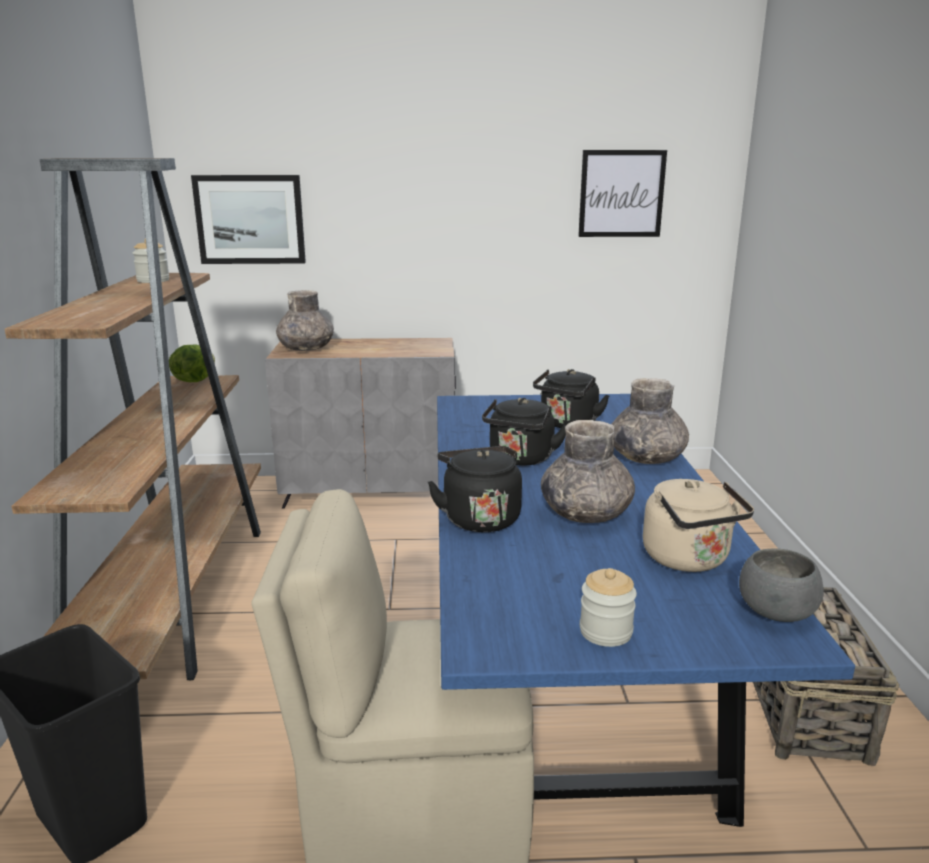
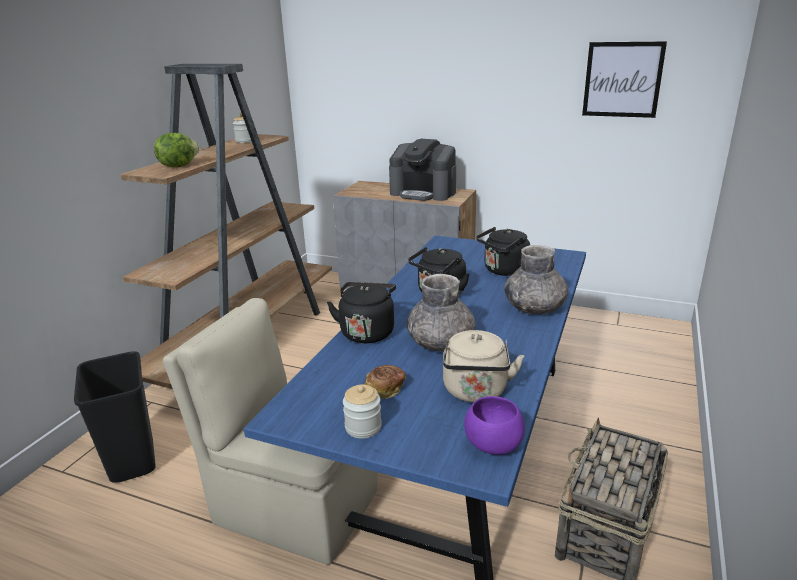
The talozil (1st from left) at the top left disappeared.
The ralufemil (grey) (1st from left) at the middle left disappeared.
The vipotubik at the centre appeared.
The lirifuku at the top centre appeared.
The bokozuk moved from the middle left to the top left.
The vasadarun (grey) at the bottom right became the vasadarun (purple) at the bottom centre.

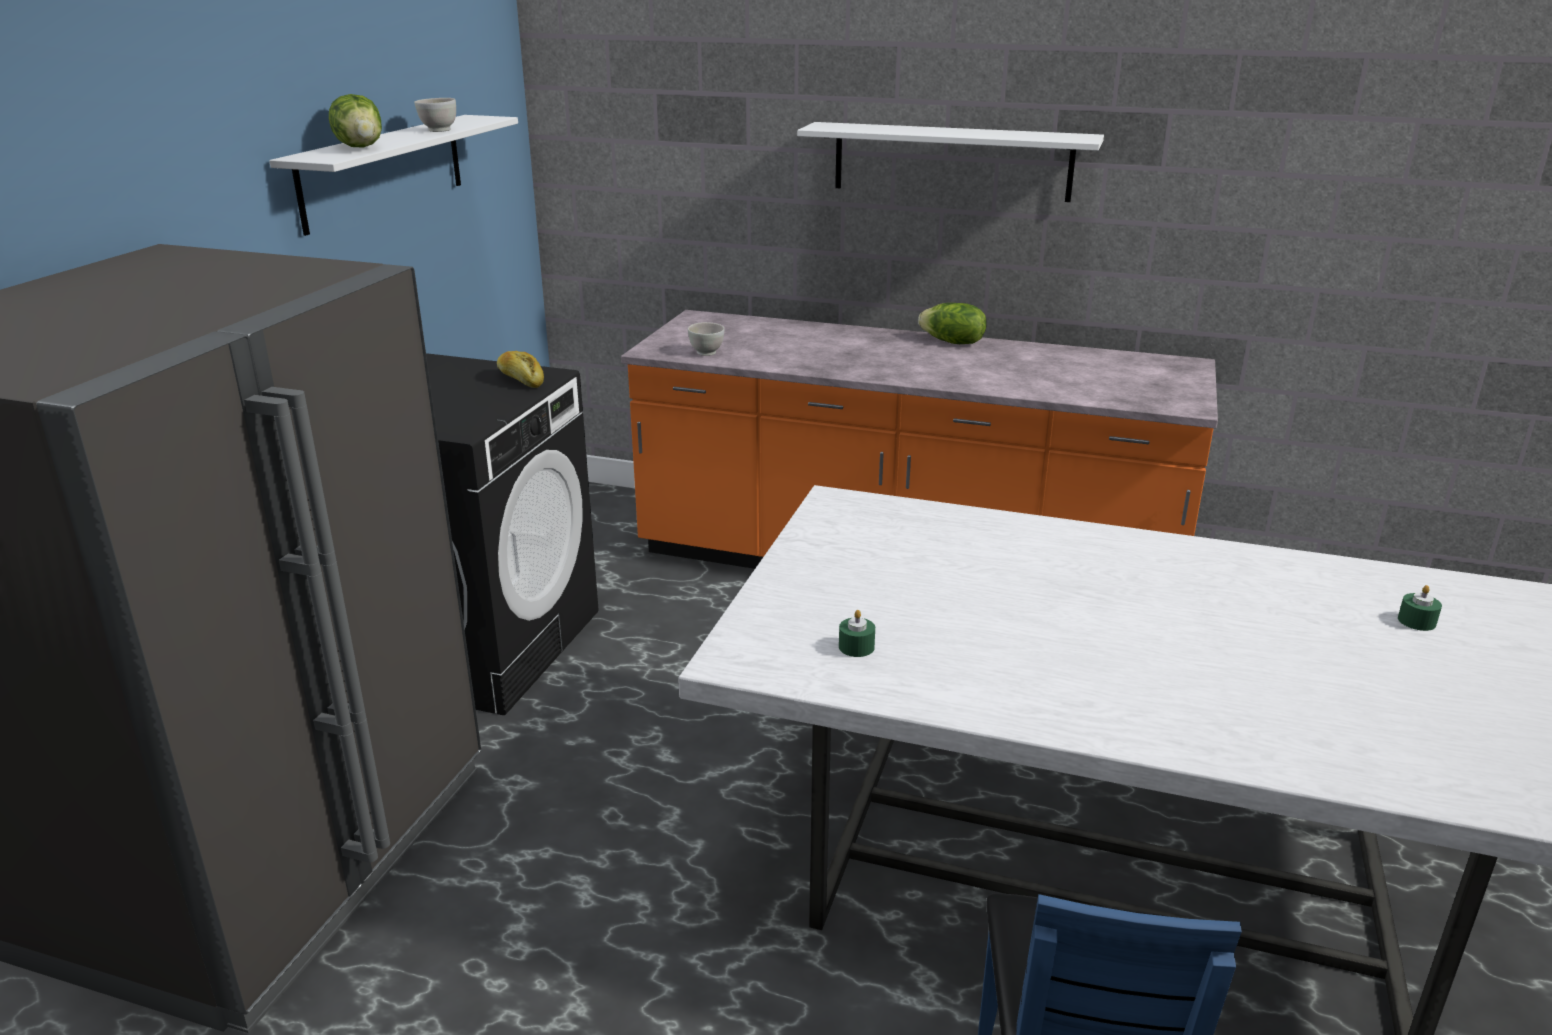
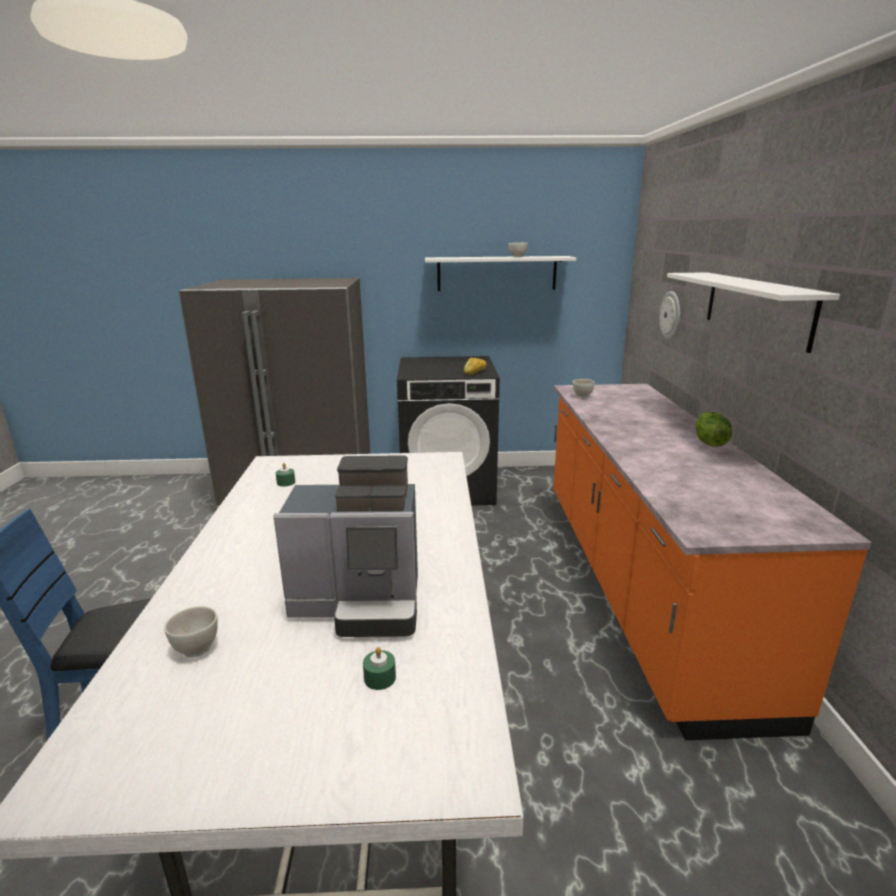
The bokozuk (1st from left) at the top left disappeared.
The vasadarun (white) (1st from left) at the bottom left appeared.
The lirifuku at the centre appeared.
The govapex at the middle right appeared.

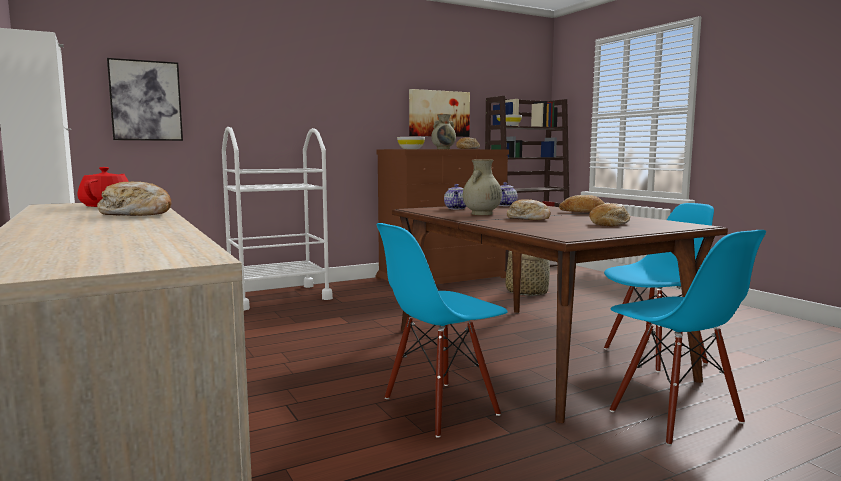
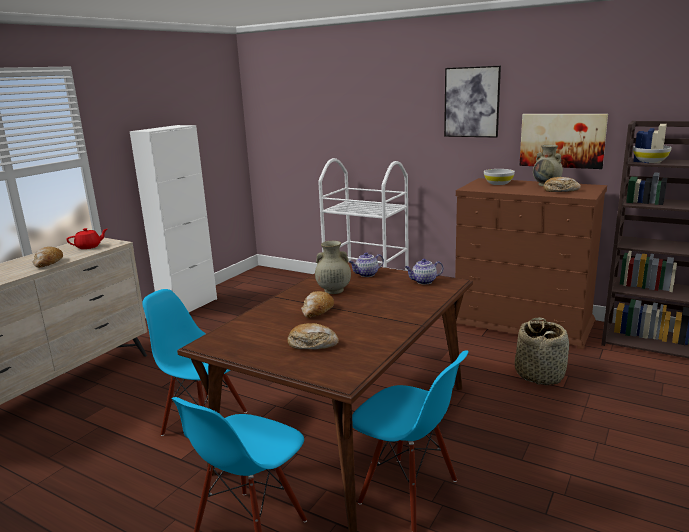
The vipotubik (4th from left) at the middle right disappeared.
The talozil (1st from left) moved from the top left to the top right.

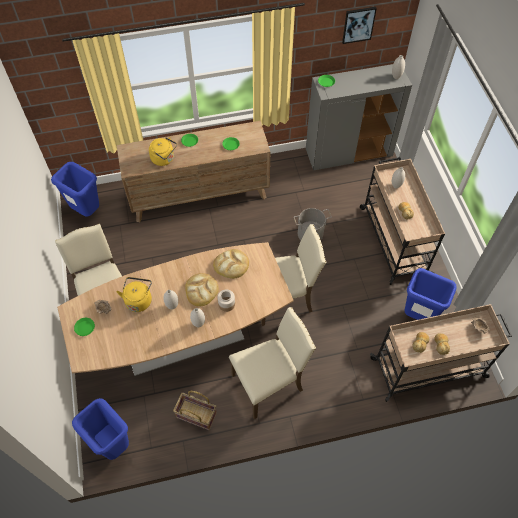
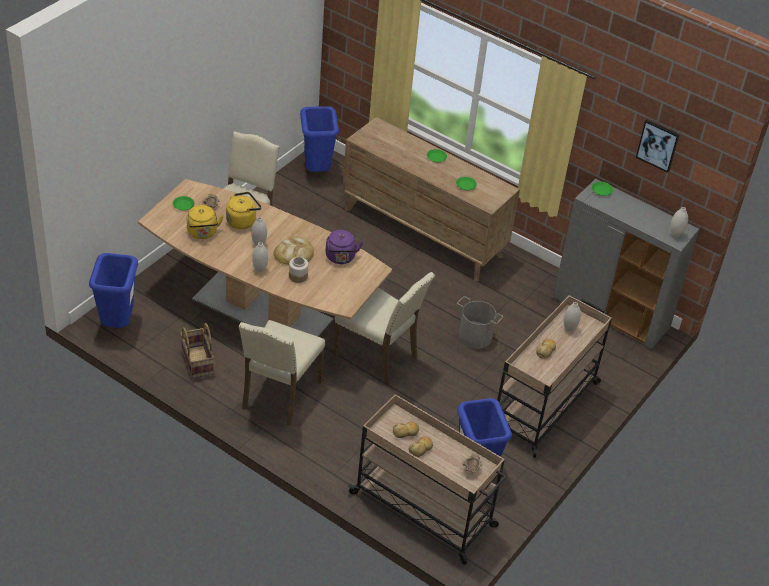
The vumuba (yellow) (2nd from left in the first image) moved from the top left to the middle left.
The vipotubik (2nd from left) at the centre was replaced by the vumuba (purple) at the centre.
The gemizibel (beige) (2nd from left) at the bottom centre turned 90 degrees clockwise.

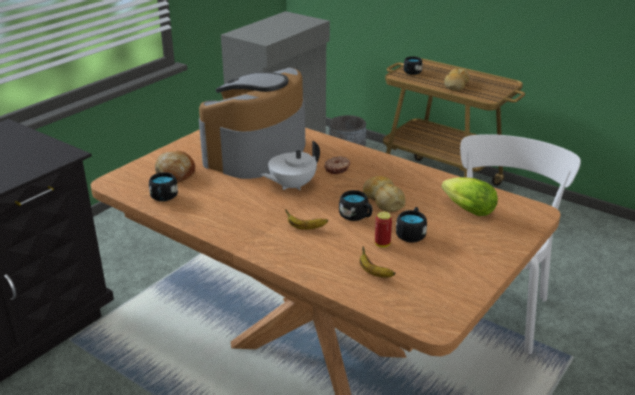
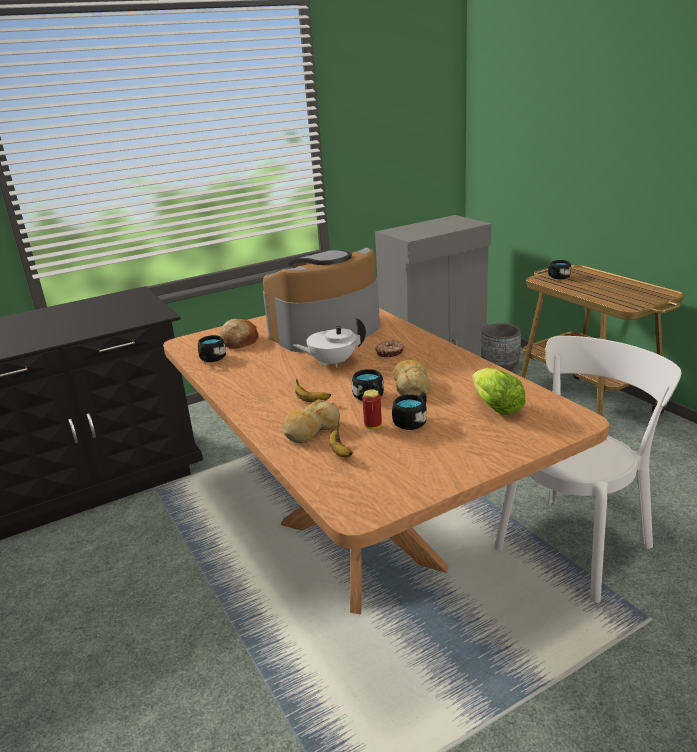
The vipotubik (3rd from left in the first image) moved from the top right to the centre.

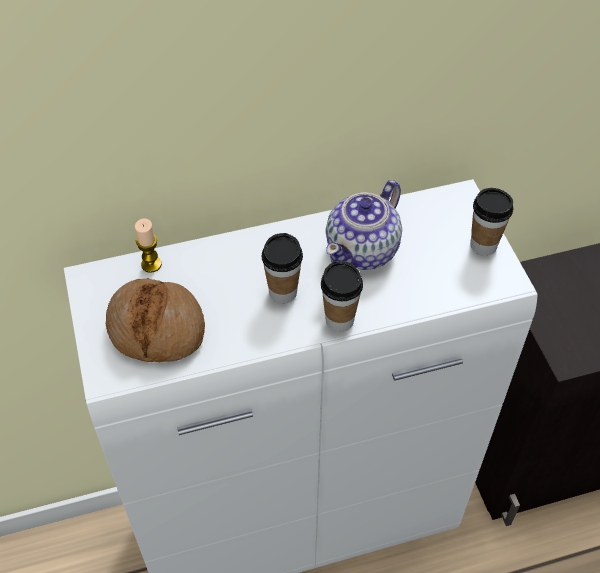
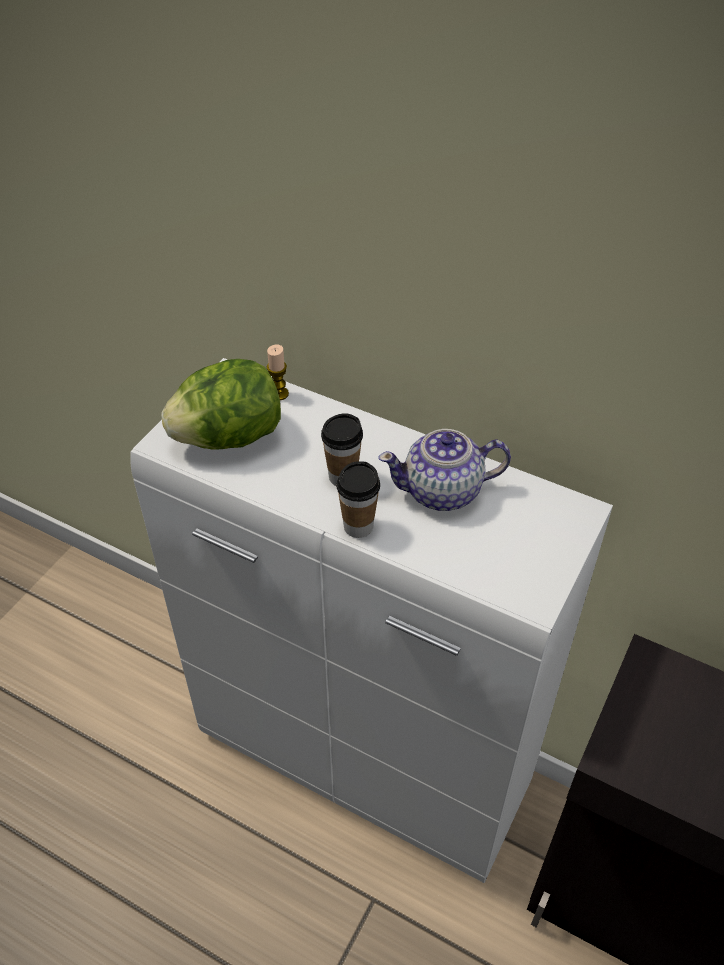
The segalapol (3rd from left) at the middle right disappeared.
The vipotubik at the middle left was replaced by the bokozuk at the middle left.

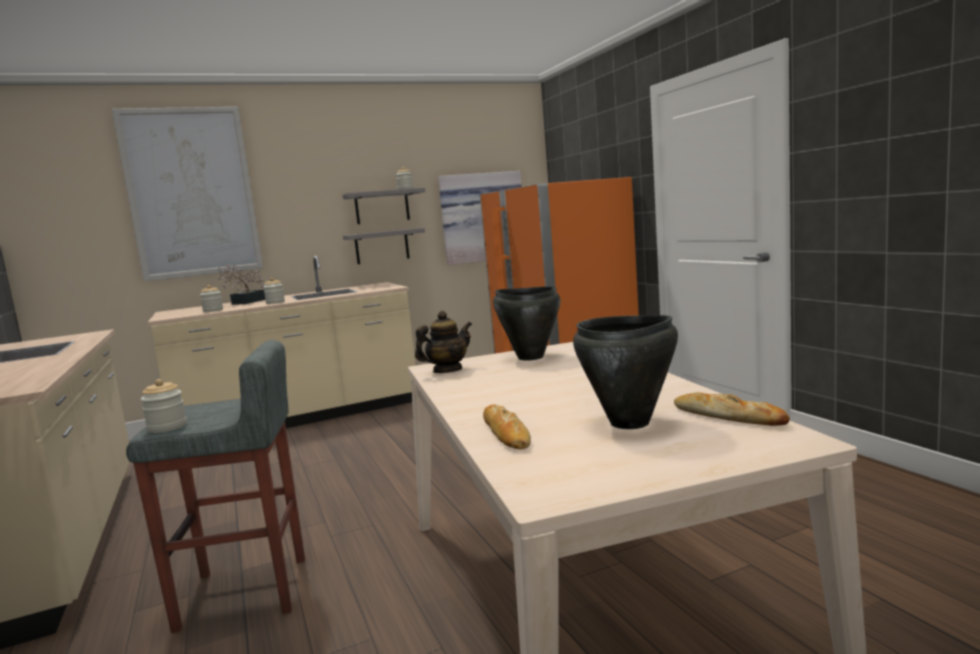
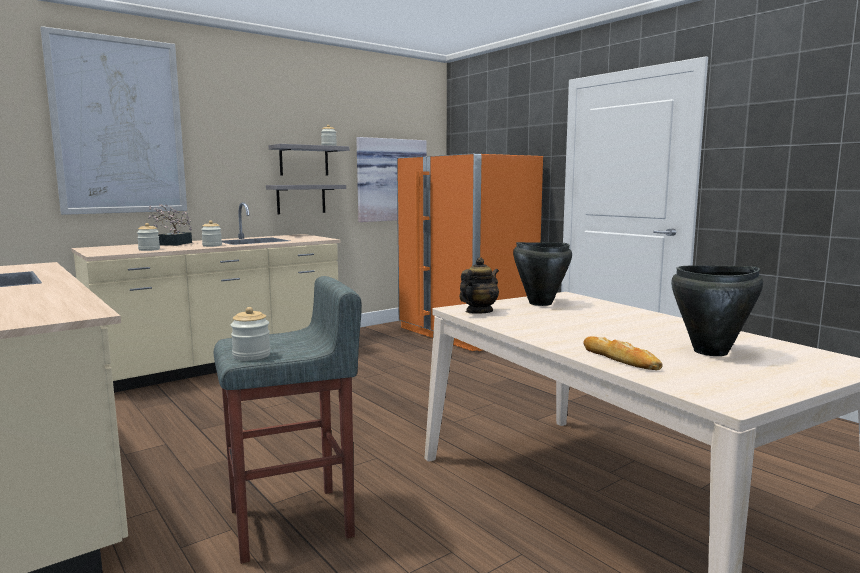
The vipotubik (2nd from left) at the middle right disappeared.

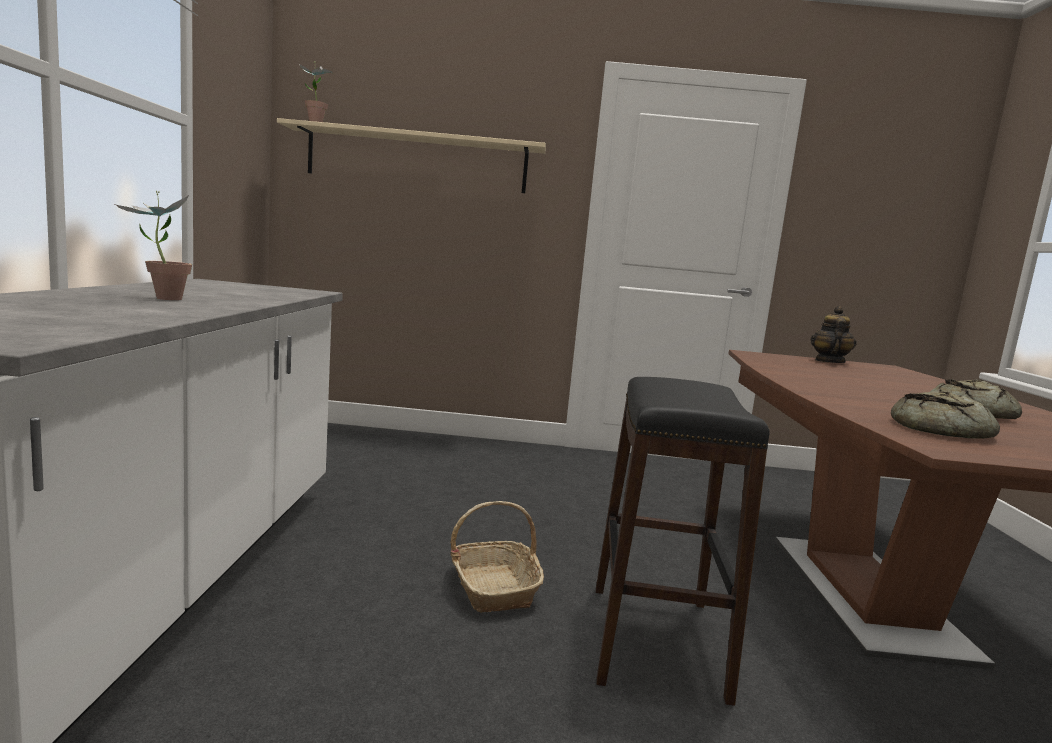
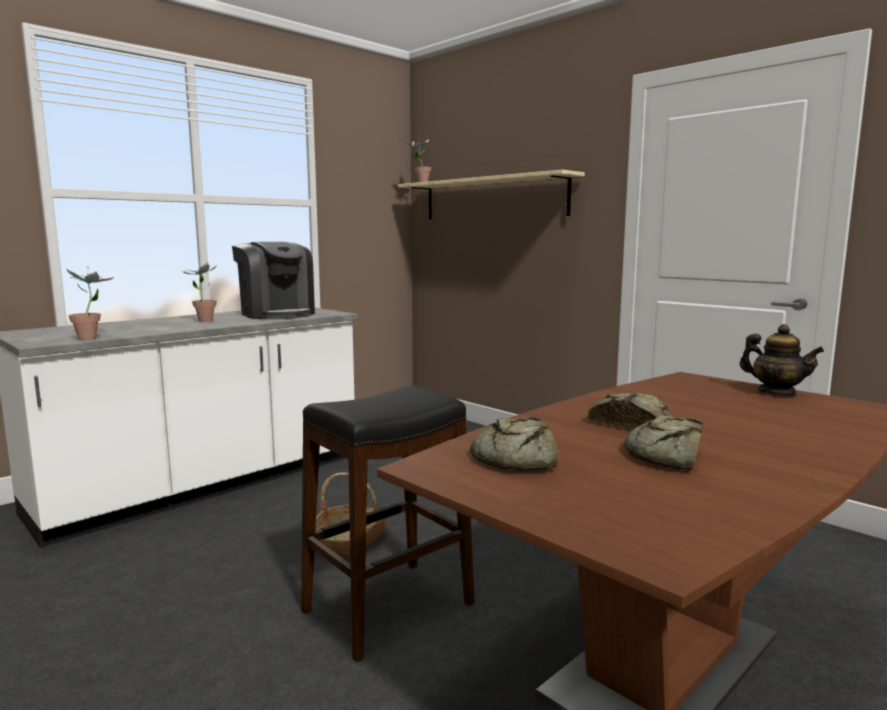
The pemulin (1st from left) at the middle left appeared.
The lirifuku at the middle left appeared.
The vipotubik (2nd from left) at the middle right appeared.
The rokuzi at the middle right turned 75 degrees clockwise.

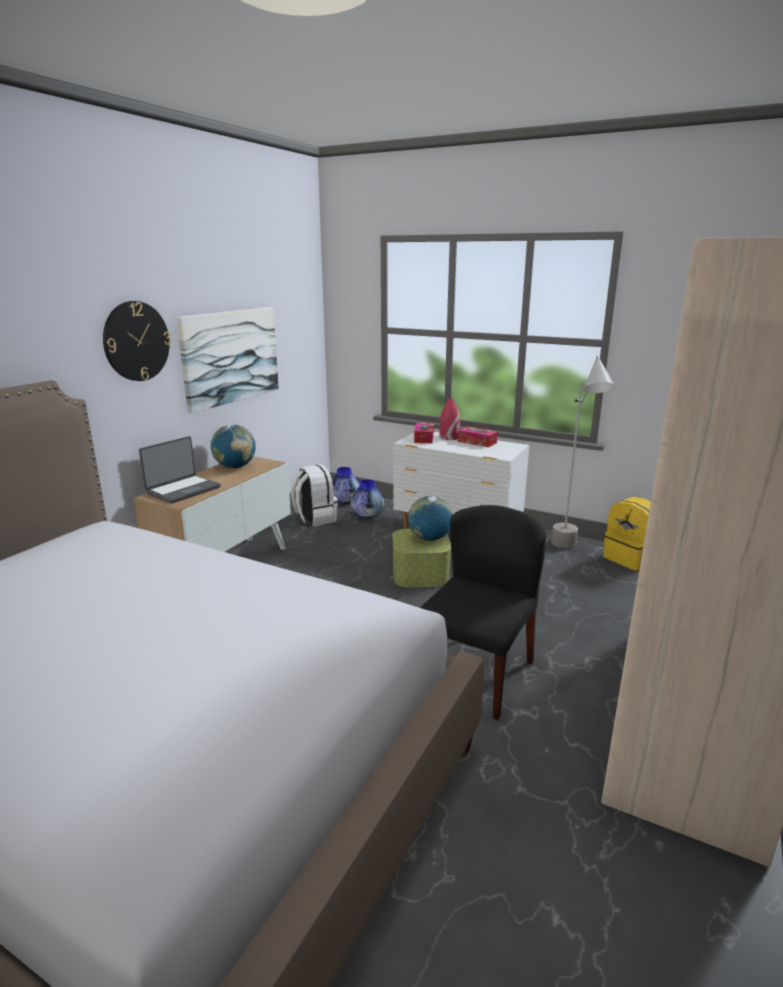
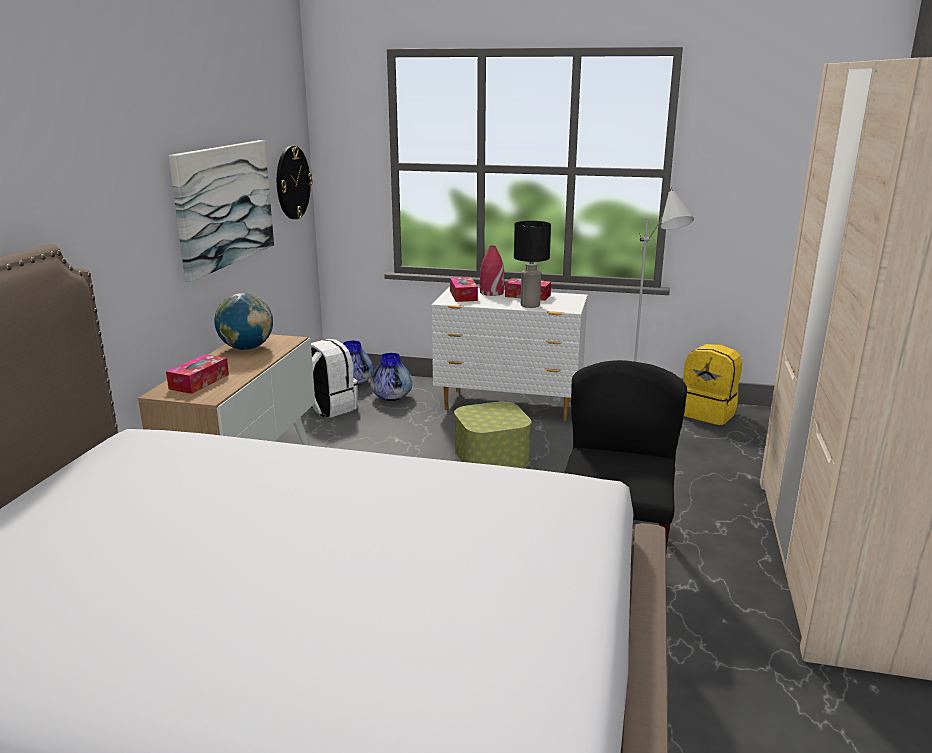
The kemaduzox (2nd from left) at the centre disappeared.
The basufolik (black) at the centre appeared.
The govapex moved from the middle left to the top left.
The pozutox at the middle left was replaced by the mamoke (1st from left) at the middle left.

